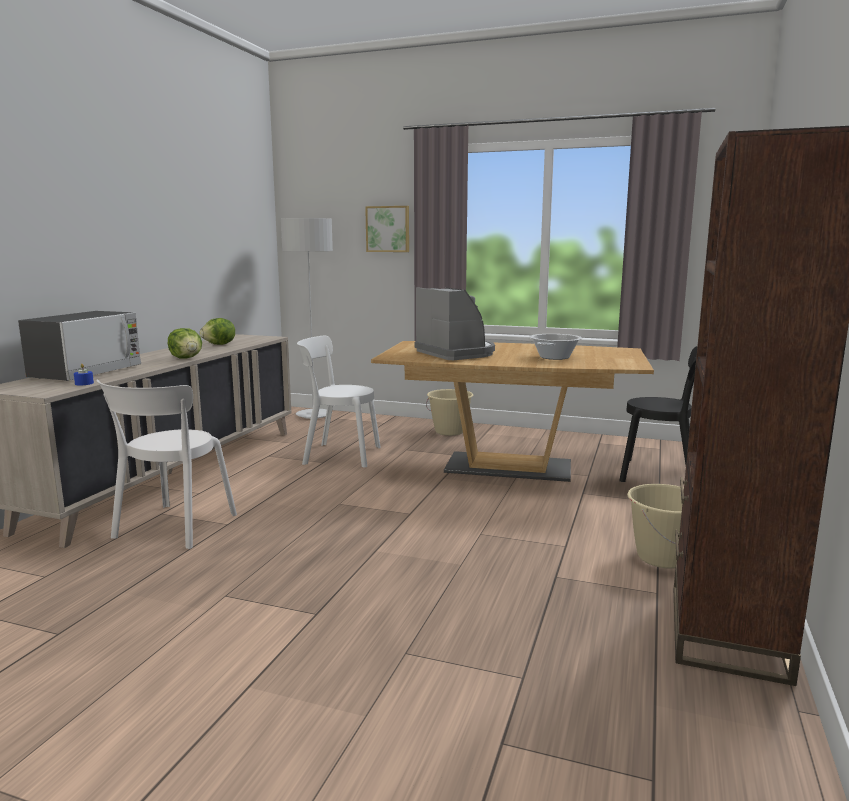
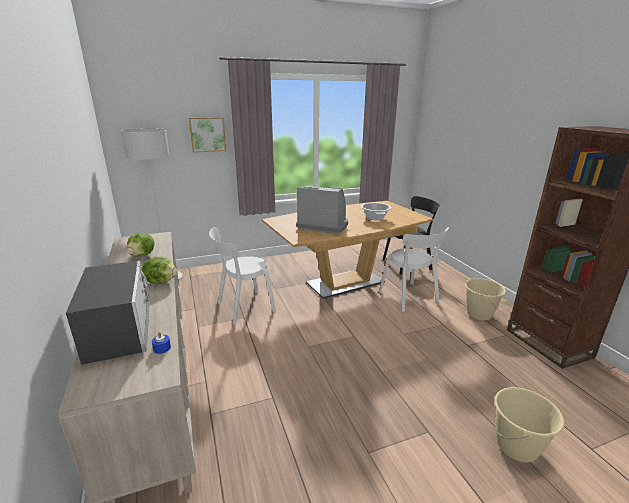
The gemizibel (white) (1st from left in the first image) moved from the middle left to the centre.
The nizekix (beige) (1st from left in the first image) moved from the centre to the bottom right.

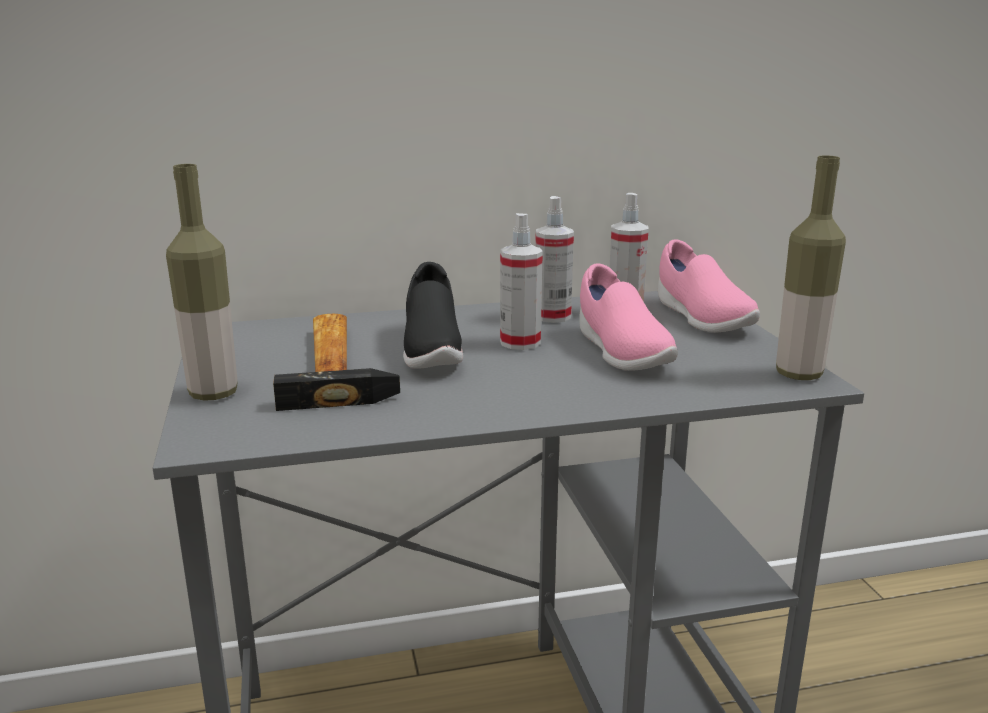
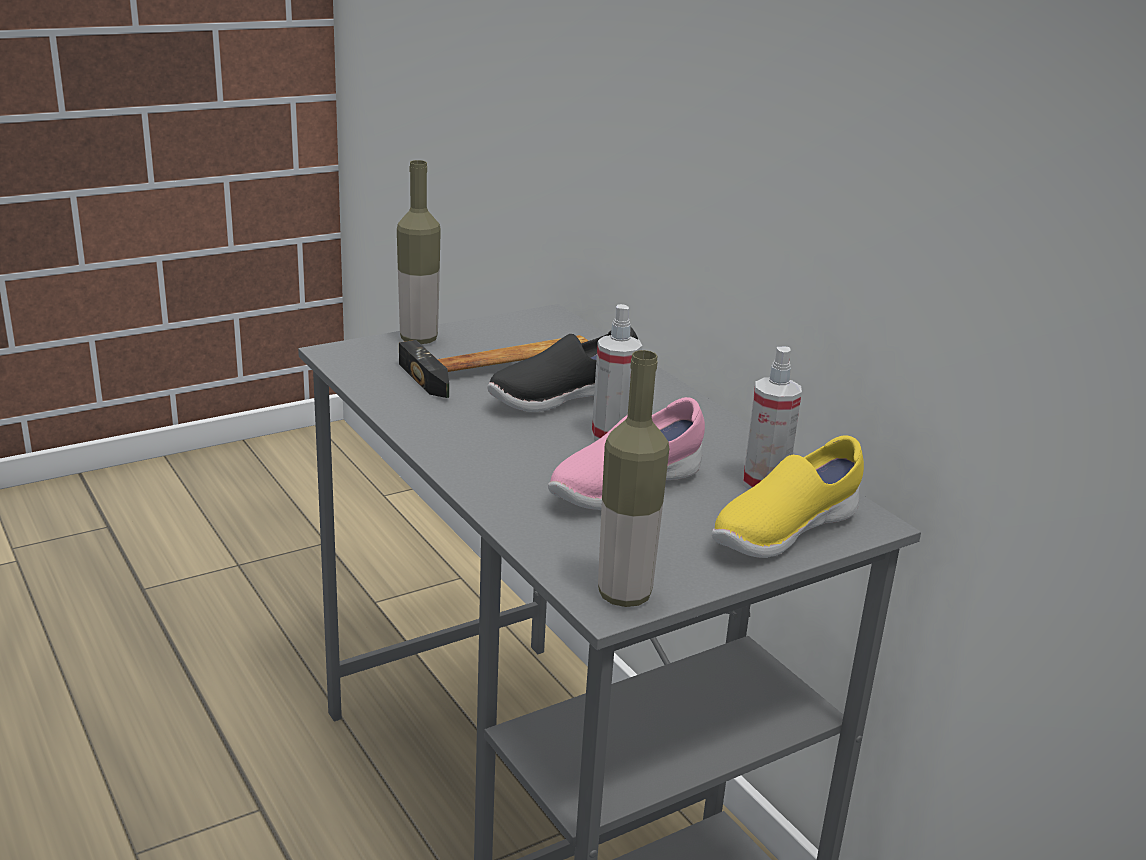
The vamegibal (2nd from left) at the centre disappeared.
The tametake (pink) (2nd from left) at the middle right became the tametake (yellow) at the middle right.

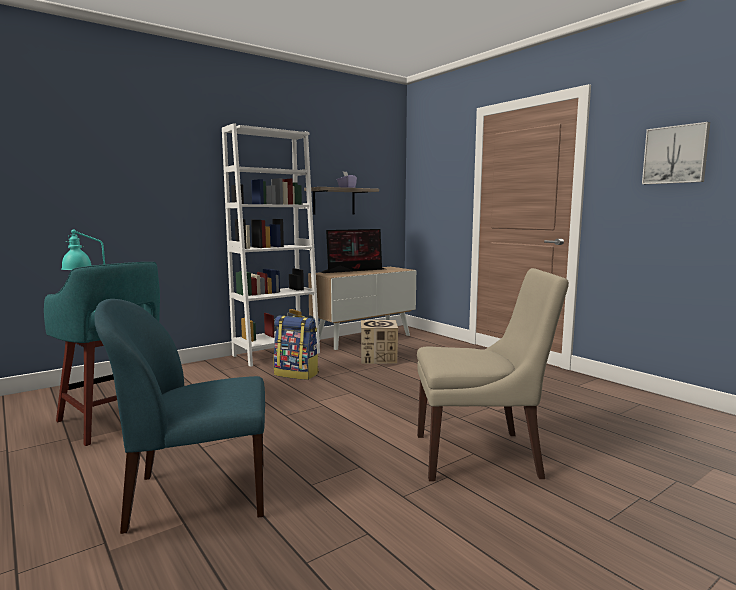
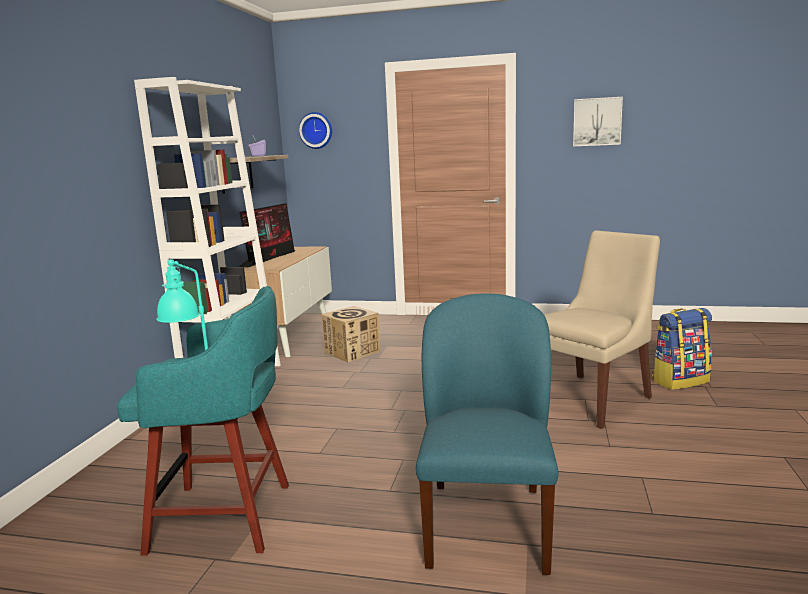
The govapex at the top centre appeared.
The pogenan moved from the centre to the middle right.
The gemizibel (blue) at the bottom left turned 150 degrees clockwise.

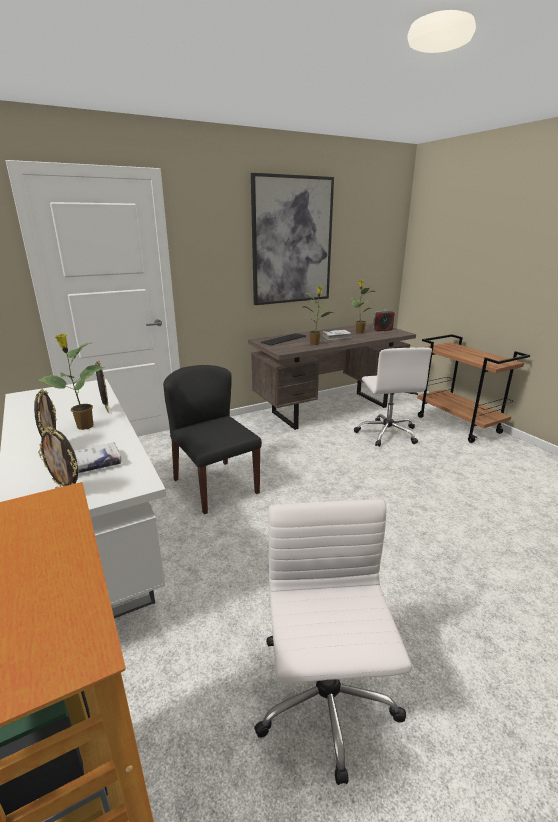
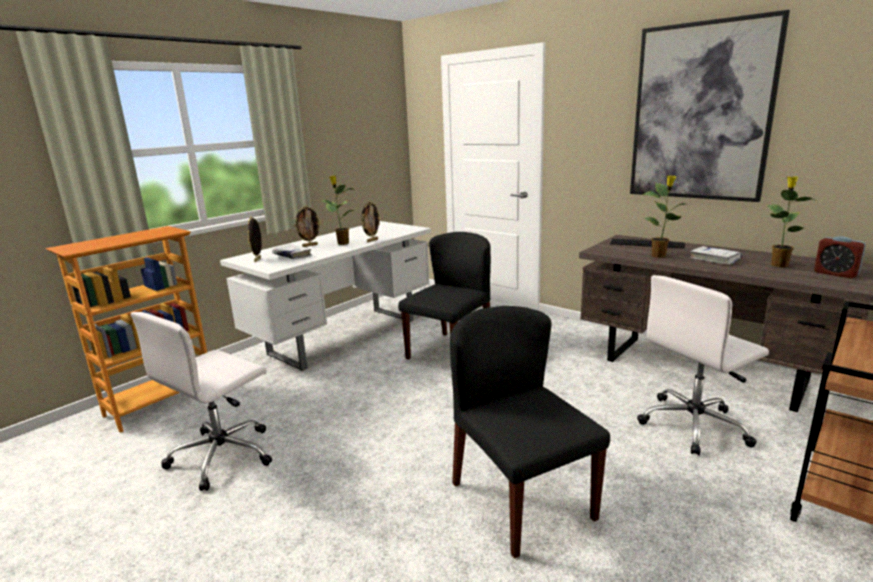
The gemizibel (black) (2nd from left) at the bottom centre appeared.
The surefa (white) (1st from left) at the bottom centre turned 150 degrees clockwise.

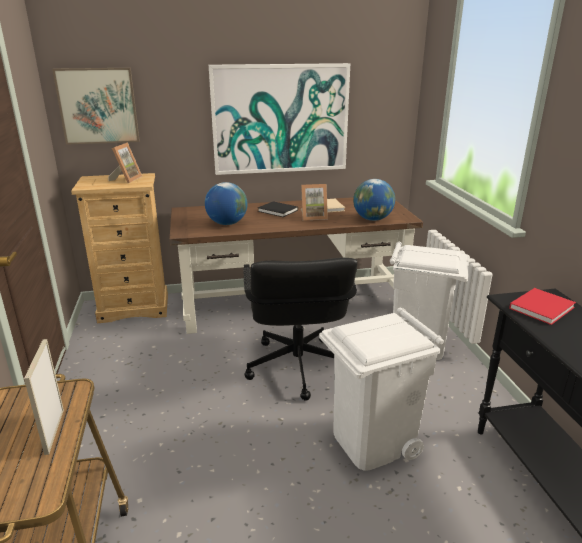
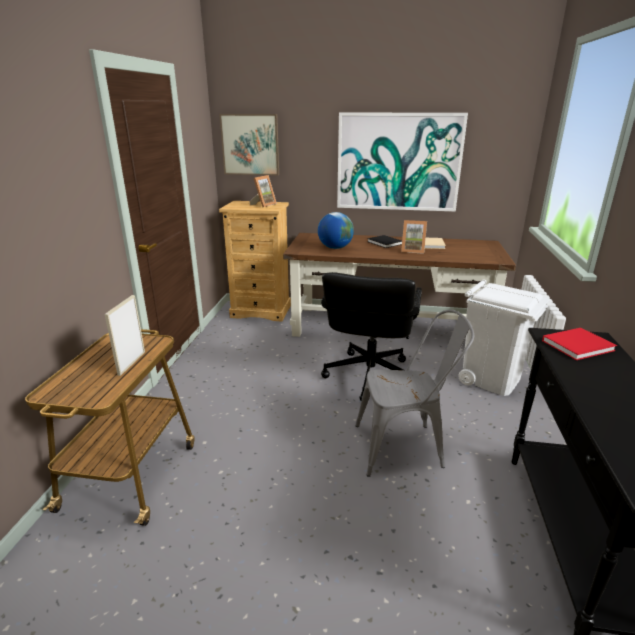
The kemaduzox (2nd from left) at the centre disappeared.
The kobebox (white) (1st from left) at the bottom centre was replaced by the gemizibel (grey) at the centre.

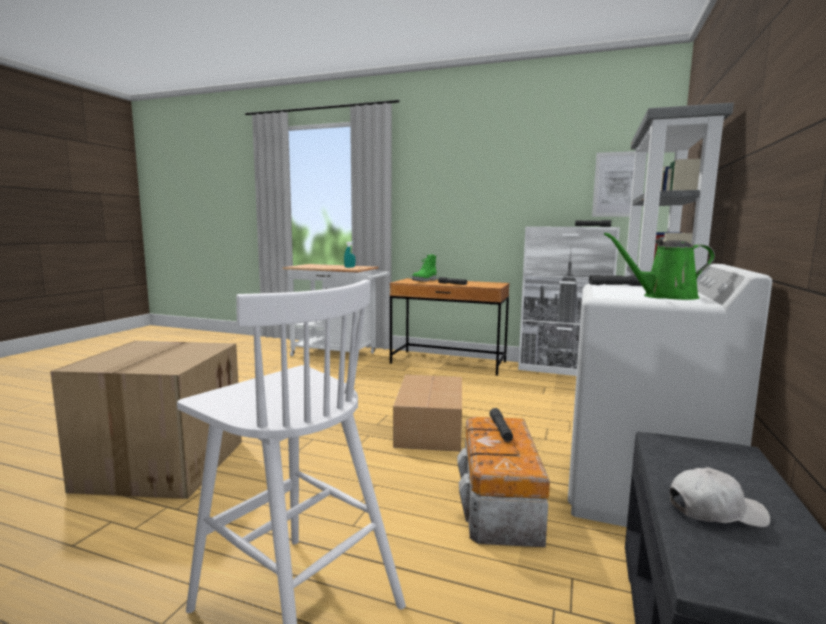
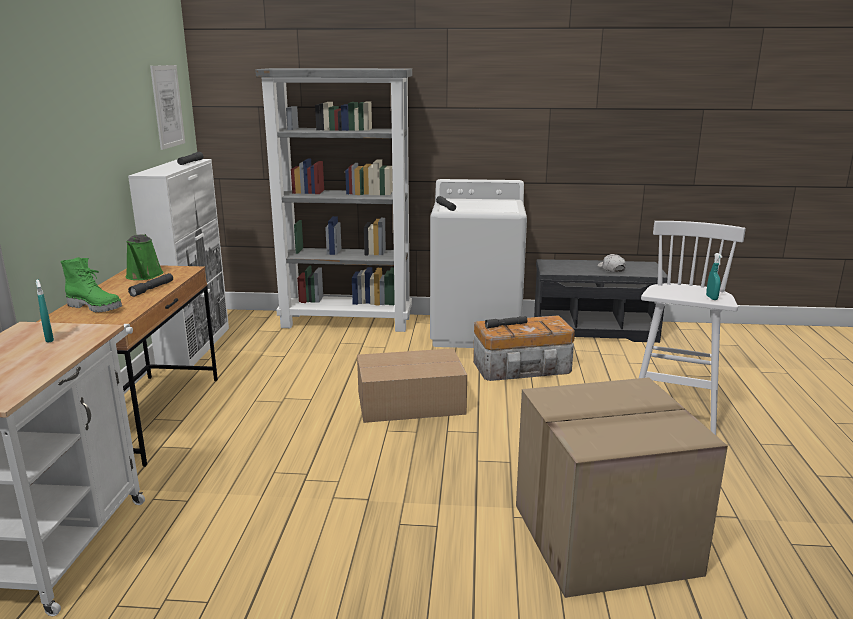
The vamegibal (turquoise) (2nd from left) at the middle right appeared.
The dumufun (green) moved from the middle right to the middle left.

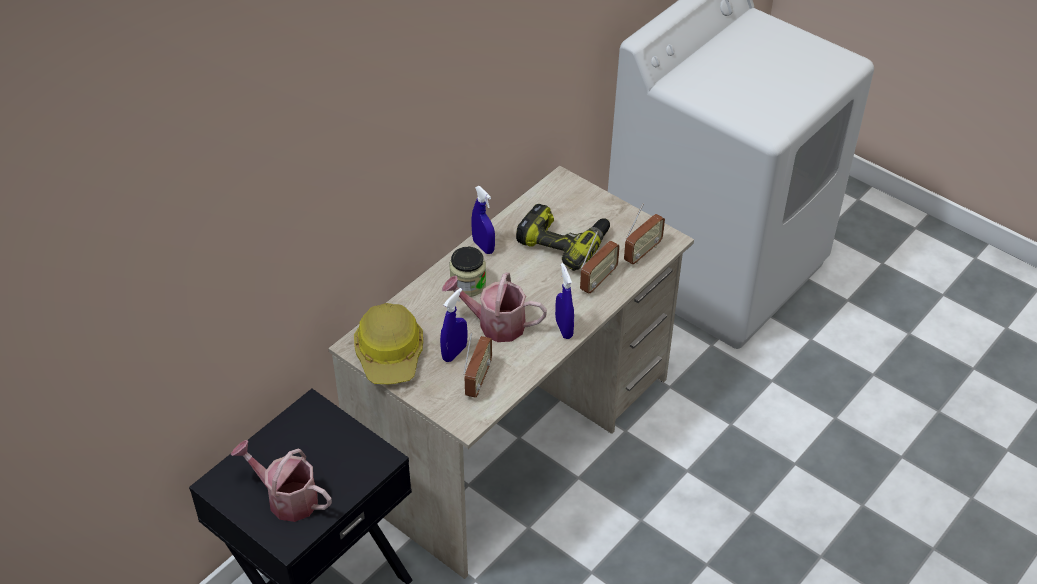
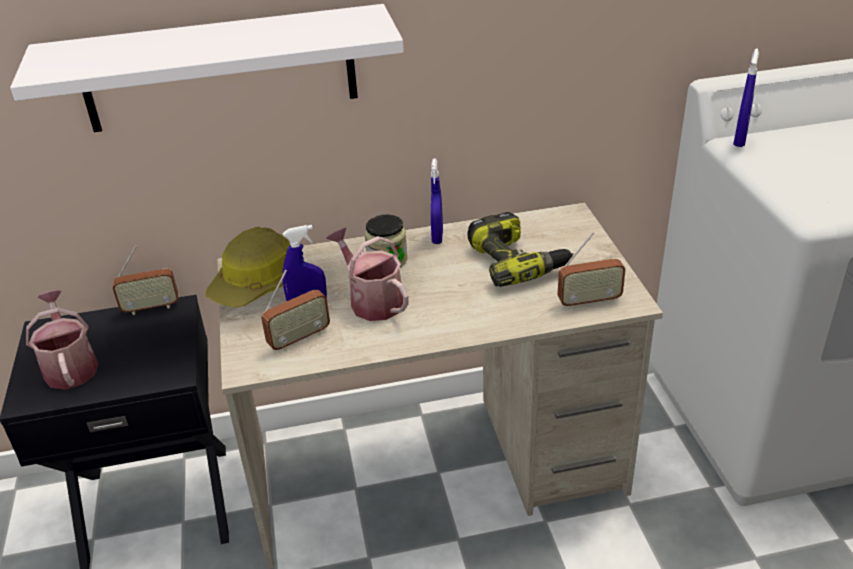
The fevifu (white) at the top left appeared.
The vamegibal (blue) (3rd from left) moved from the centre to the top right.
The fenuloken (2nd from left in the first image) moved from the centre to the middle left.

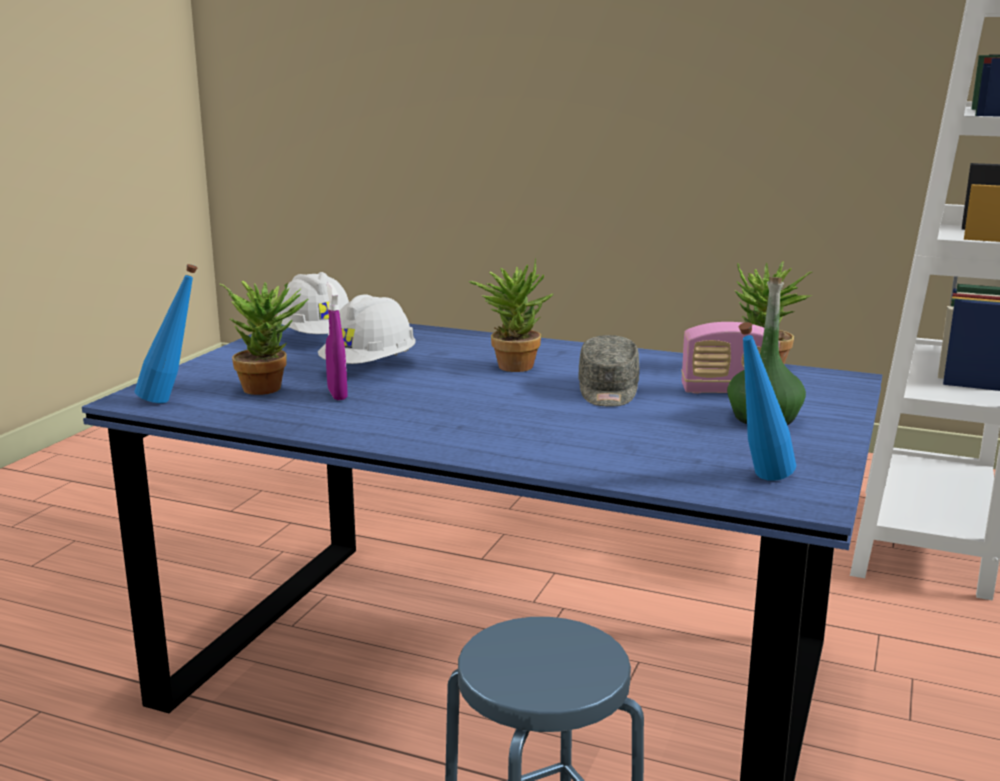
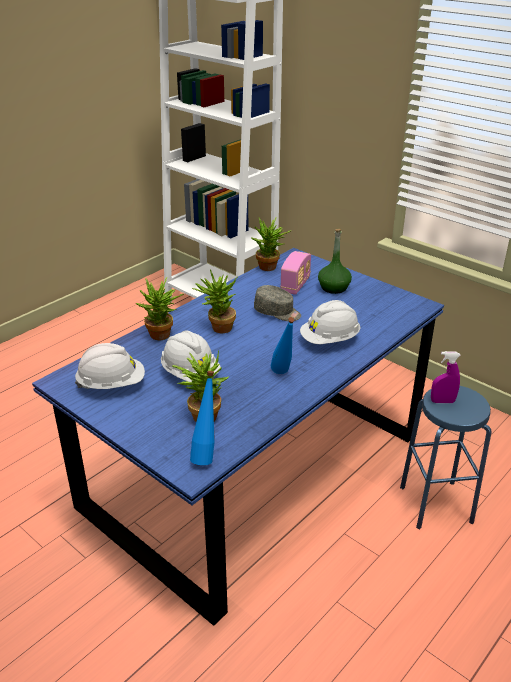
The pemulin (1st from left) at the middle left appeared.
The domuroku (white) (3rd from left) at the centre appeared.
The vamegibal (purple) moved from the centre to the middle right.
The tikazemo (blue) (2nd from left) moved from the middle right to the centre.

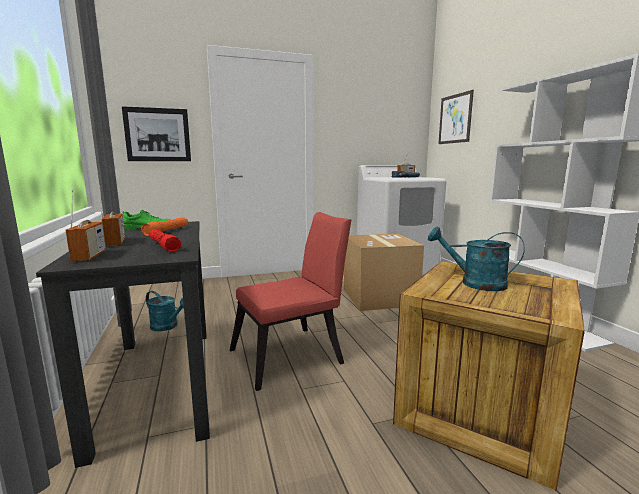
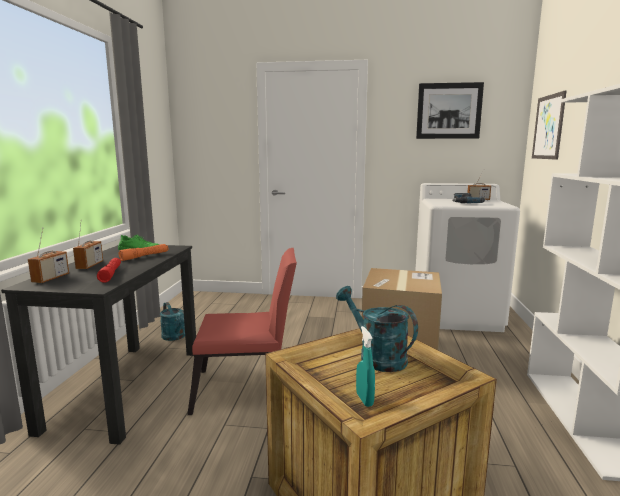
The vamegibal (turquoise) at the bottom centre appeared.
The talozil (1st from left) moved from the top left to the top right.

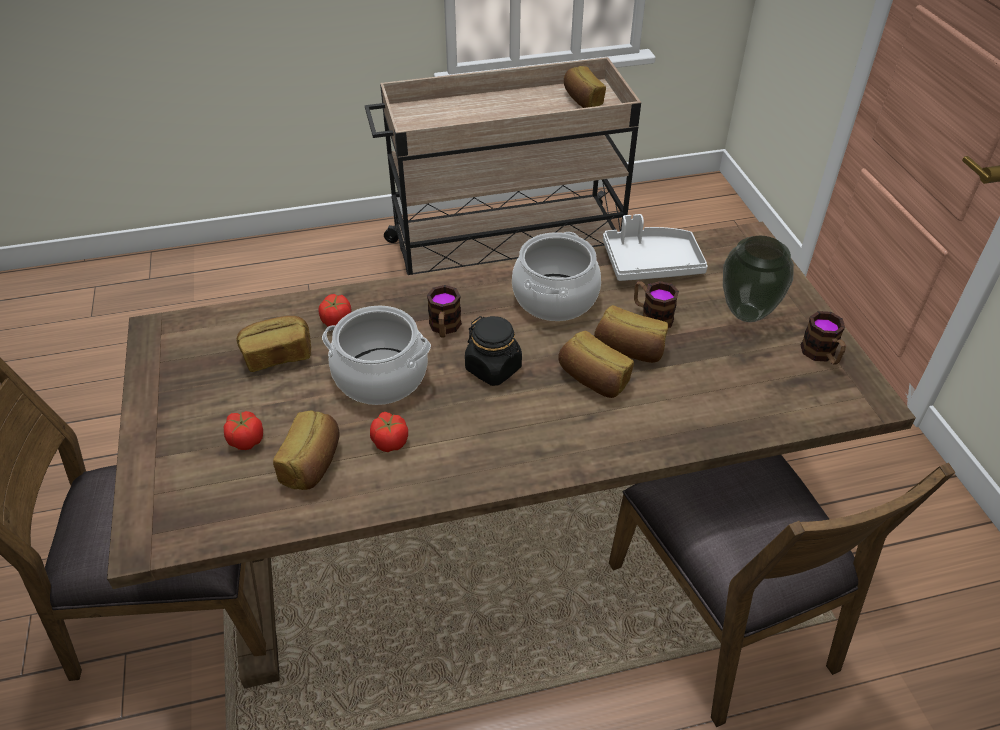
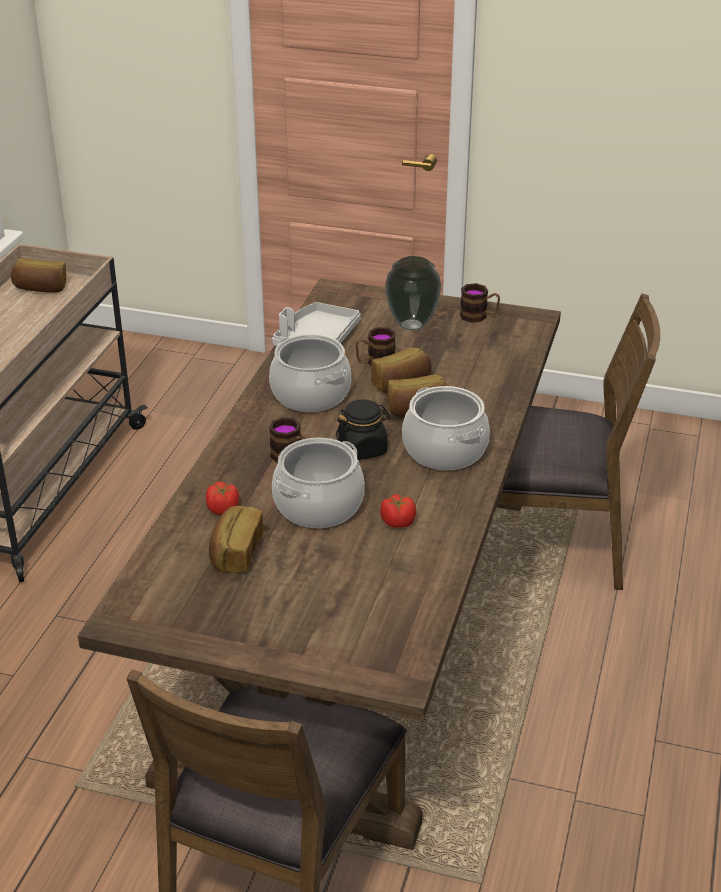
The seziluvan (1st from left) at the middle left disappeared.
The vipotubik (2nd from left) at the middle left disappeared.
The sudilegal (3rd from left) at the centre appeared.

